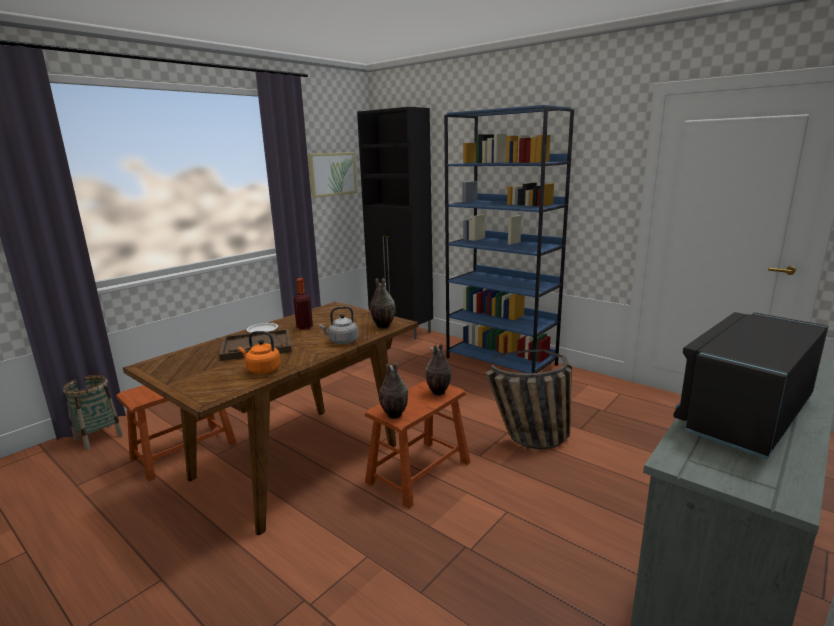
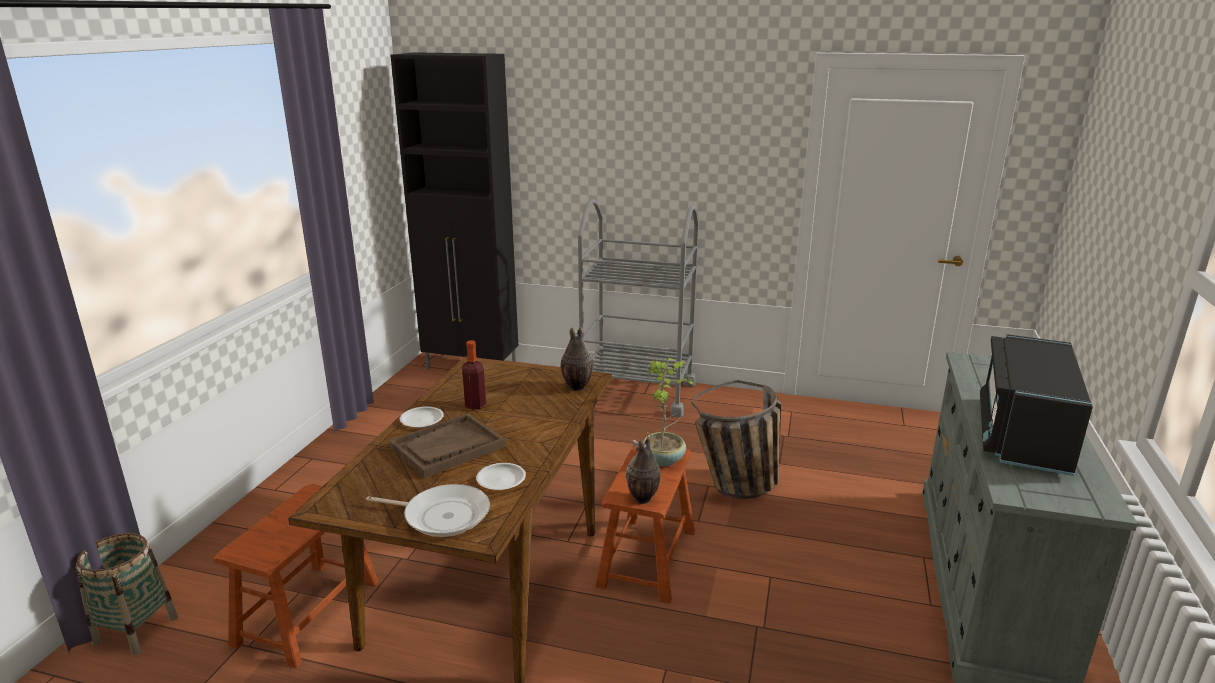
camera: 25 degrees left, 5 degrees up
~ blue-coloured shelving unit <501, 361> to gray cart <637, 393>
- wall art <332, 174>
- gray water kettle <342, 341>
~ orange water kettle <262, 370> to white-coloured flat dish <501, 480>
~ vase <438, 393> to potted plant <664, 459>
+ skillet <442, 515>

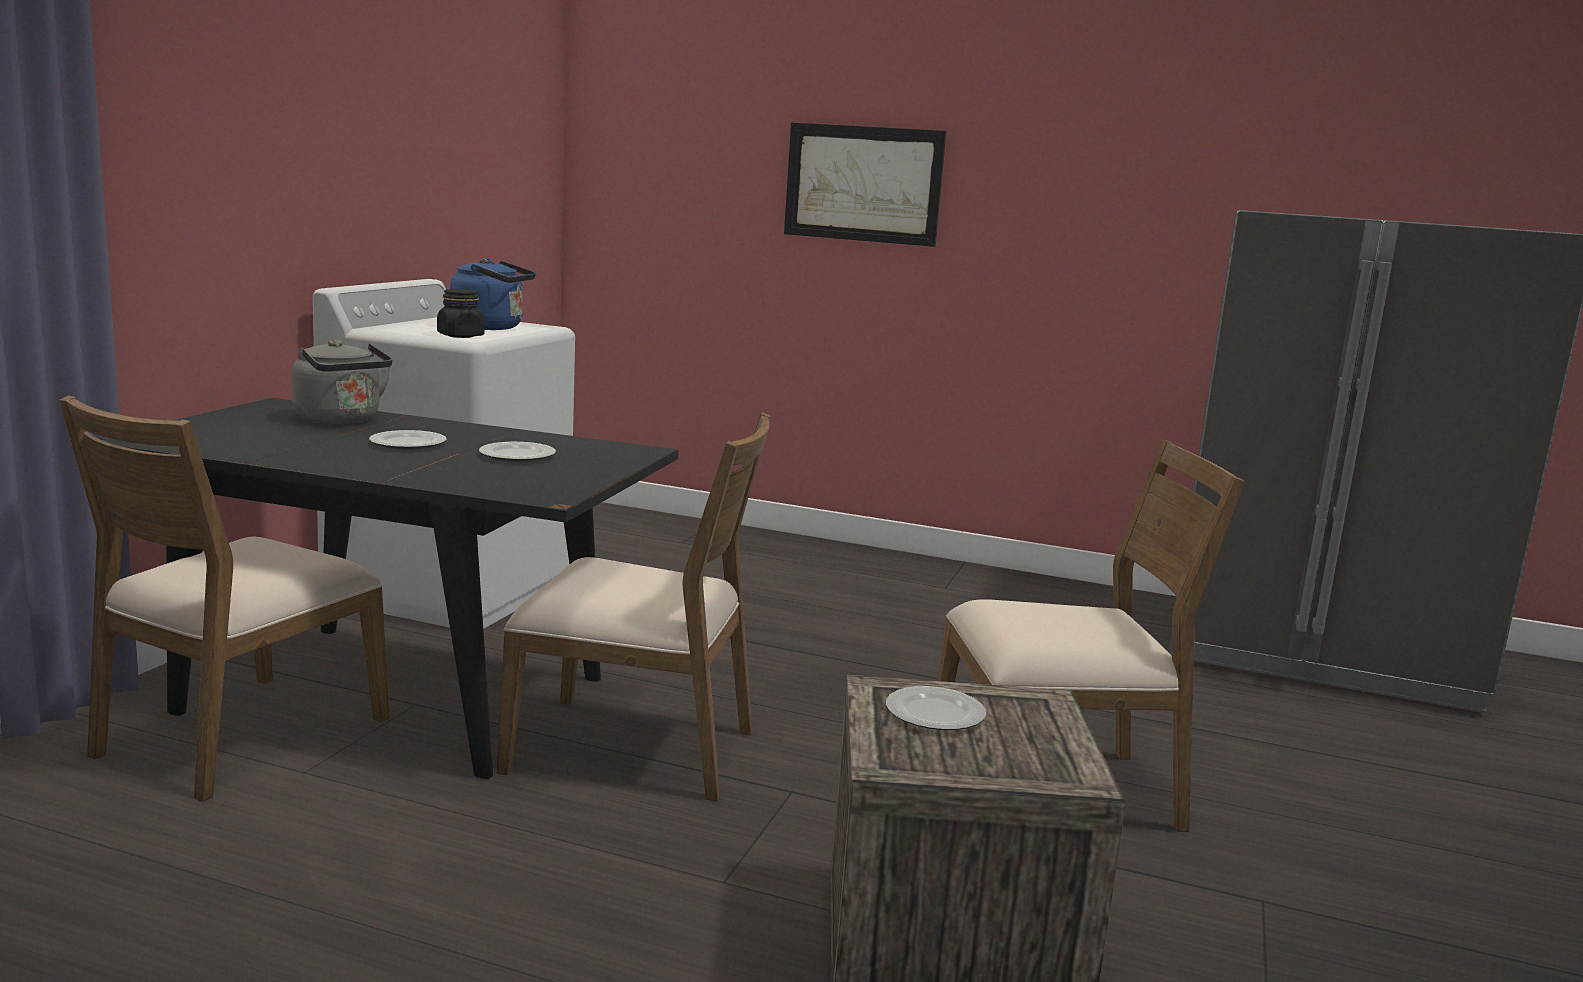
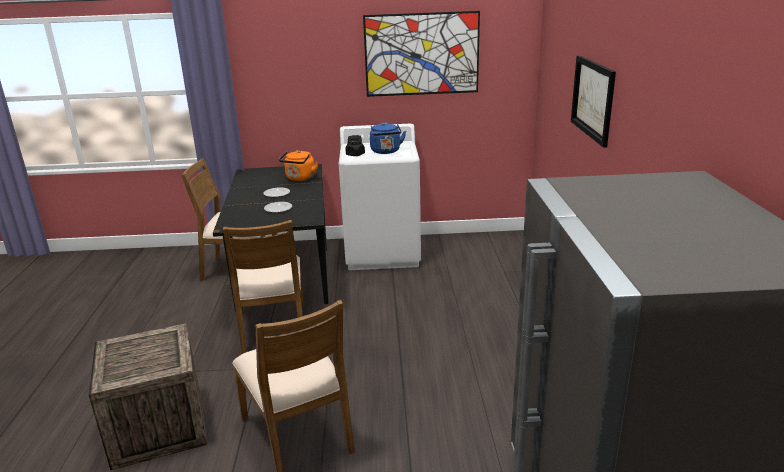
camera: 70 degrees right, 10 degrees up
~ gray water kettle <341, 420> to orange water kettle <300, 178>
- flat dish <935, 714>
+ wall art <421, 54>

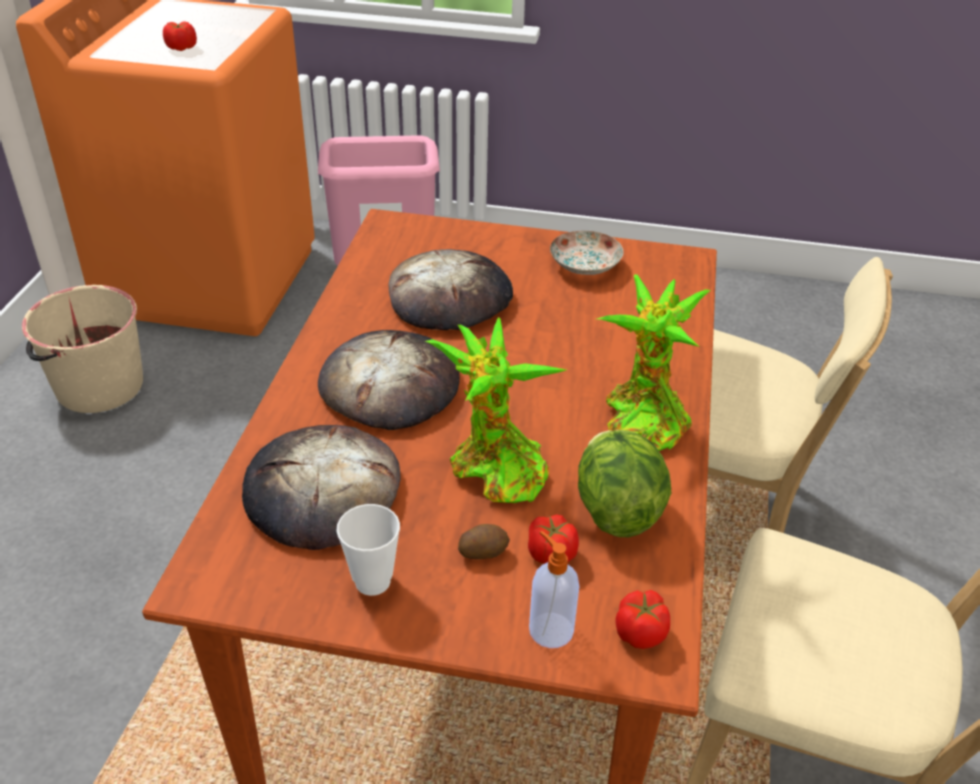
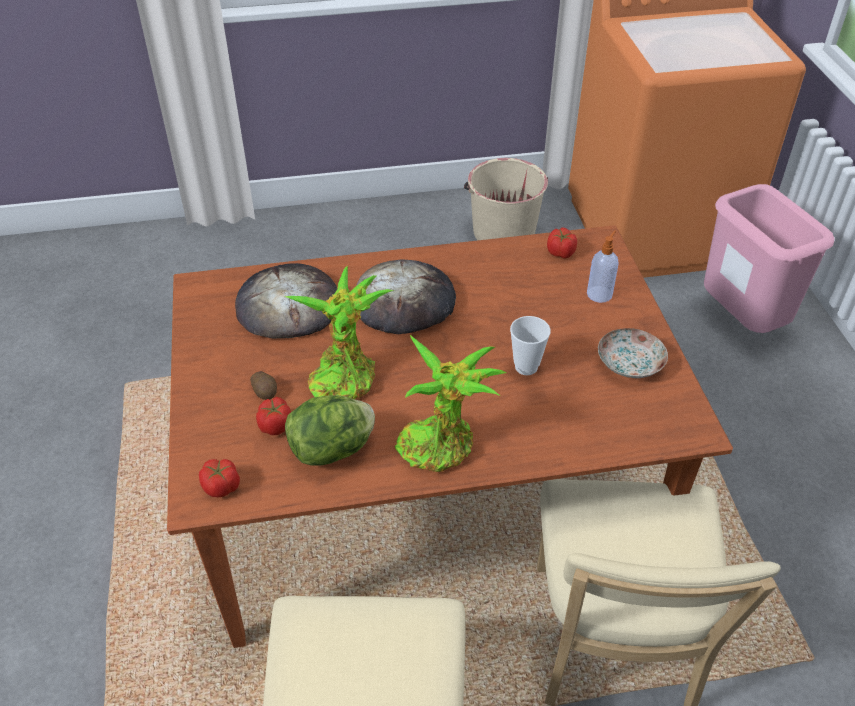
camera: 70 degrees right, 5 degrees up
~ fresh tomato <182, 48> to <561, 252>
- baked bread <450, 297>
~ drinking cup <372, 581> to <526, 367>
~ soap bottle <550, 629> to <600, 294>

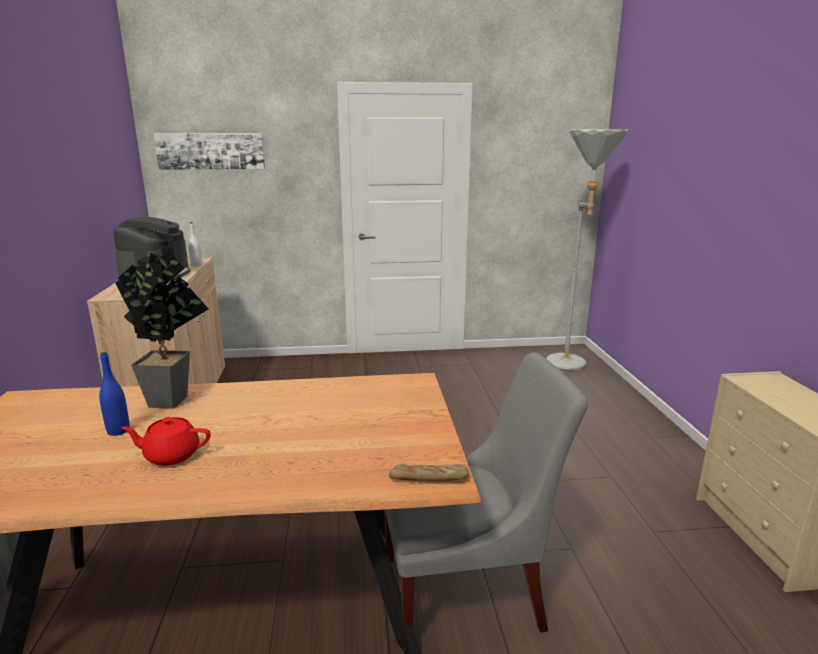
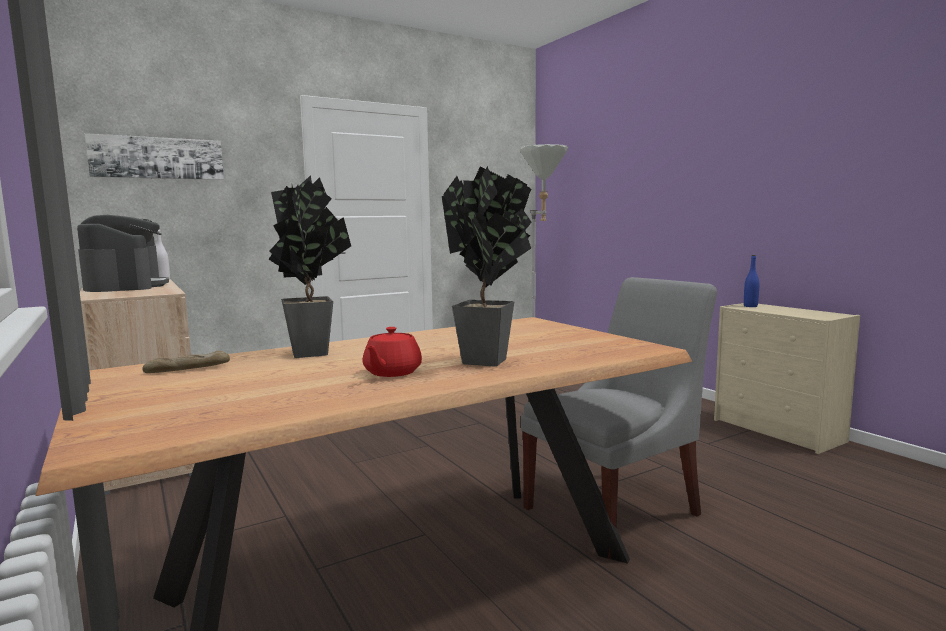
camera: 25 degrees left, 10 degrees down
~ blue-coloured bottle <118, 431> to <750, 306>
~ red-coloured pot for tea <171, 455> = <391, 372> 45 degrees counterclockwise
~ baked bread <429, 479> to <187, 369>
+ potted plant <490, 362>

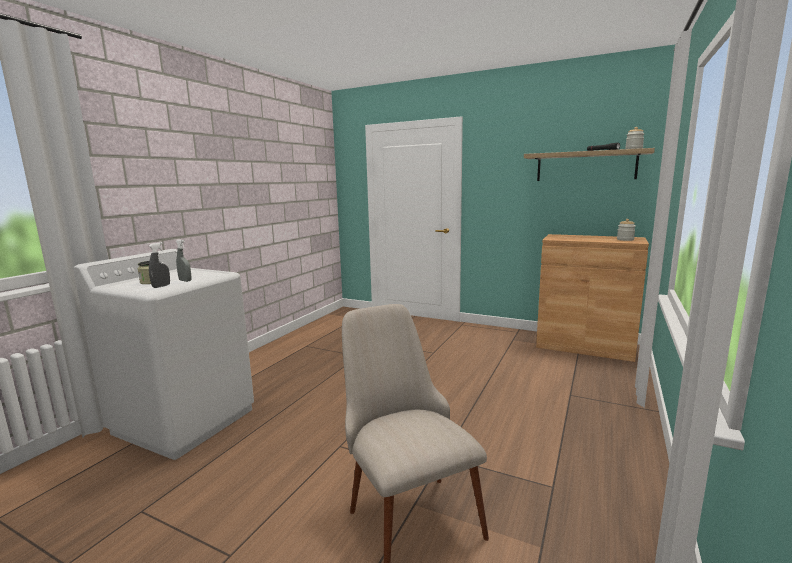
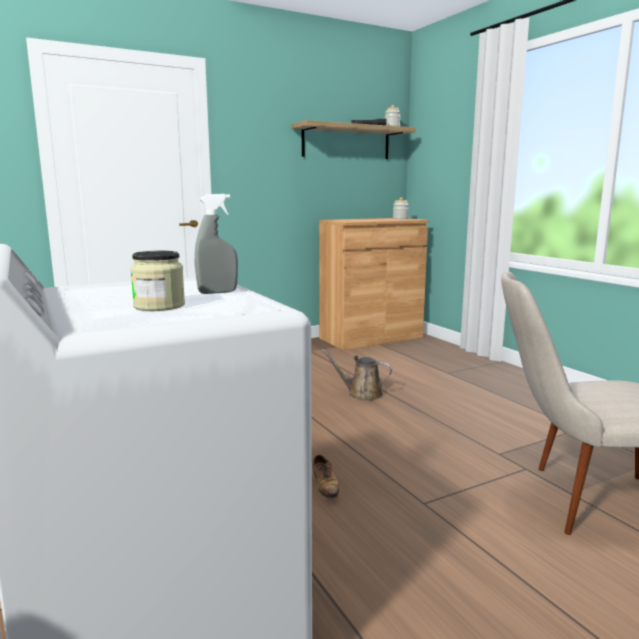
camera: 55 degrees left, 0 degrees up
- gray sprayer <161, 286>
+ brown sprinkling can <361, 394>
+ item of footwear <325, 485>

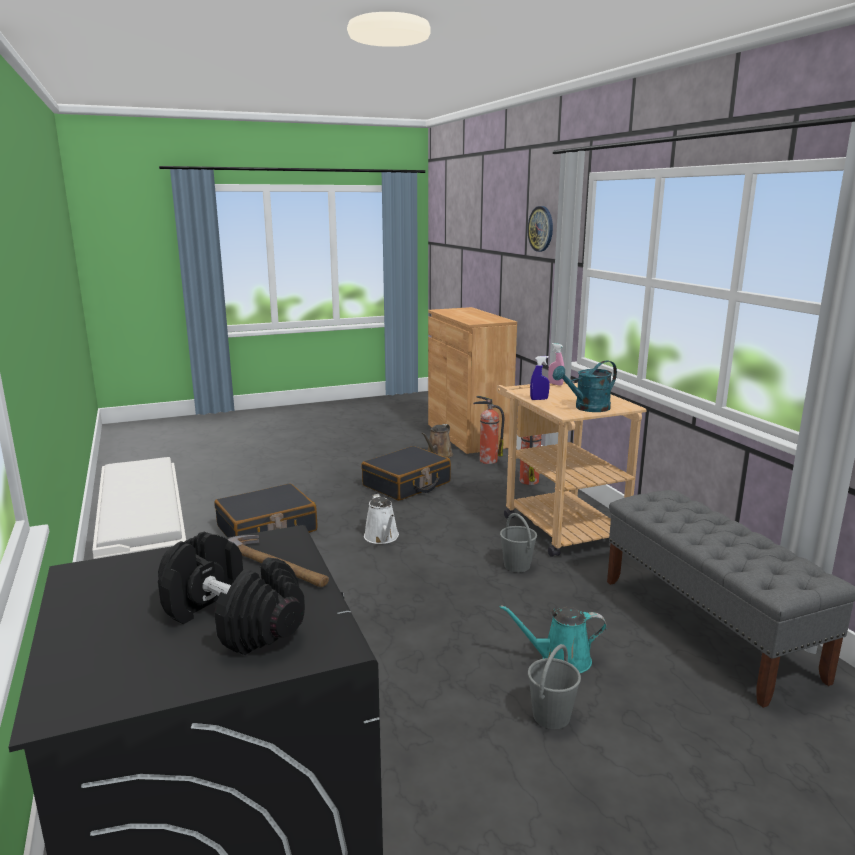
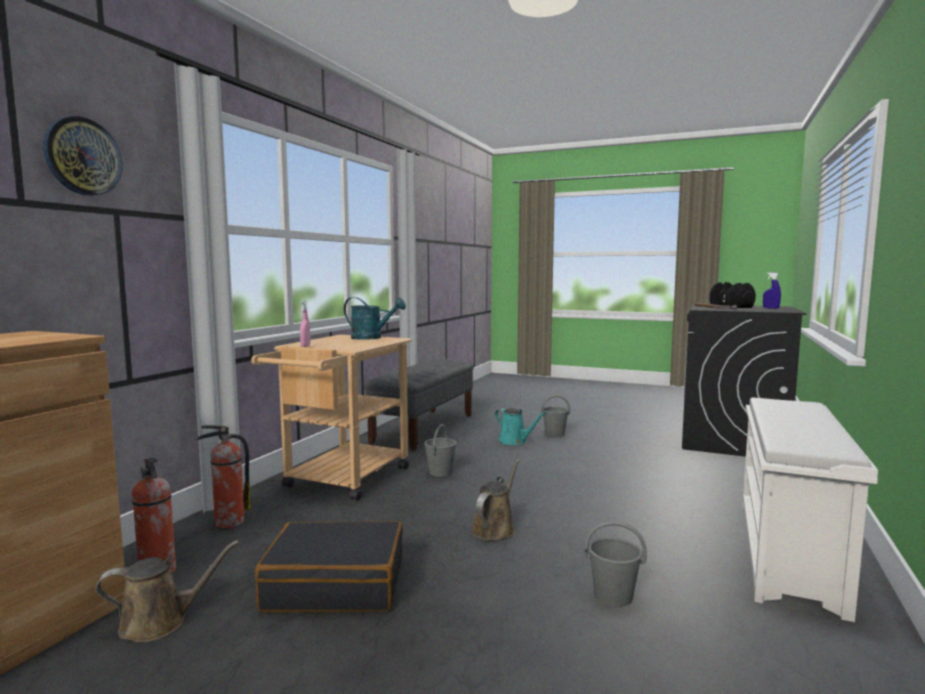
camera: 135 degrees left, 10 degrees down
~ blue-coloured sprayer <539, 399> to <770, 308>
~ blackish travel case <267, 529> to gray bucket <612, 596>
~ white-coloured sprinkling can <382, 537> to brown sprinkling can <495, 529>

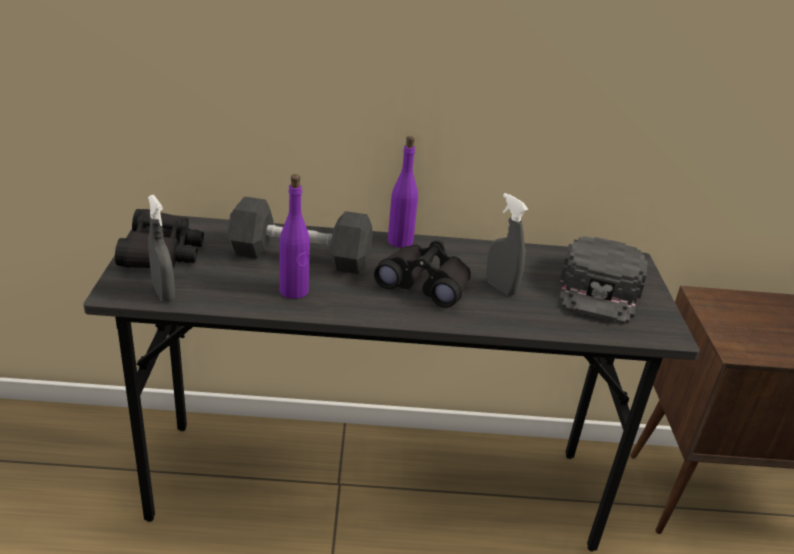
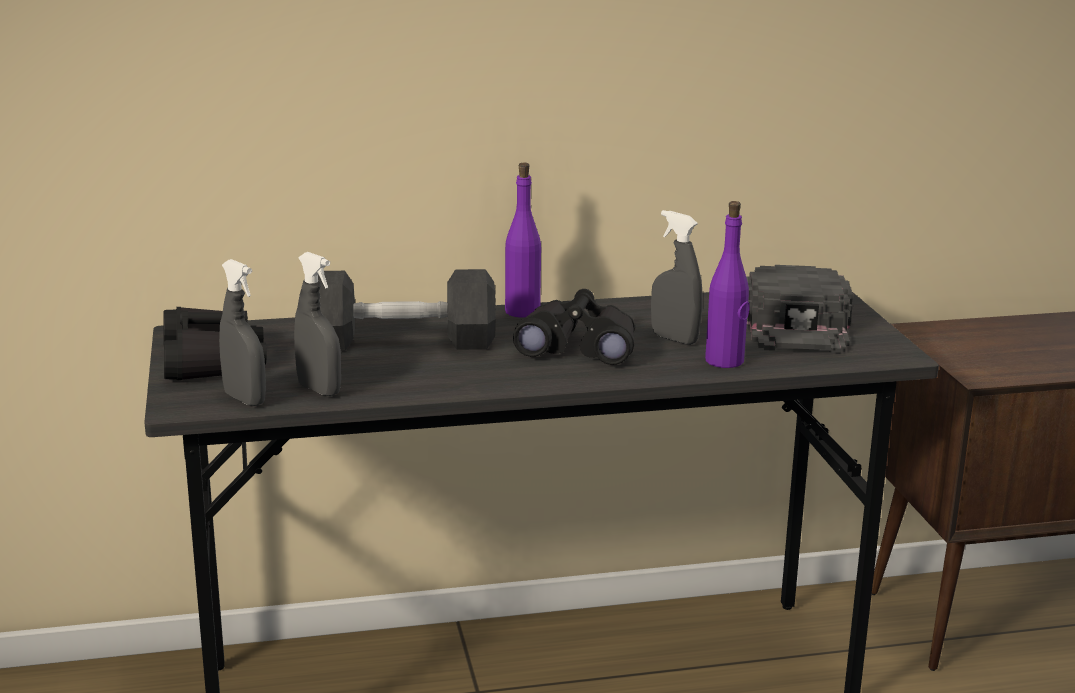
camera: 10 degrees left, 10 degrees down
~ purple bottle <294, 291> to <725, 361>
+ gray sprayer <319, 389>

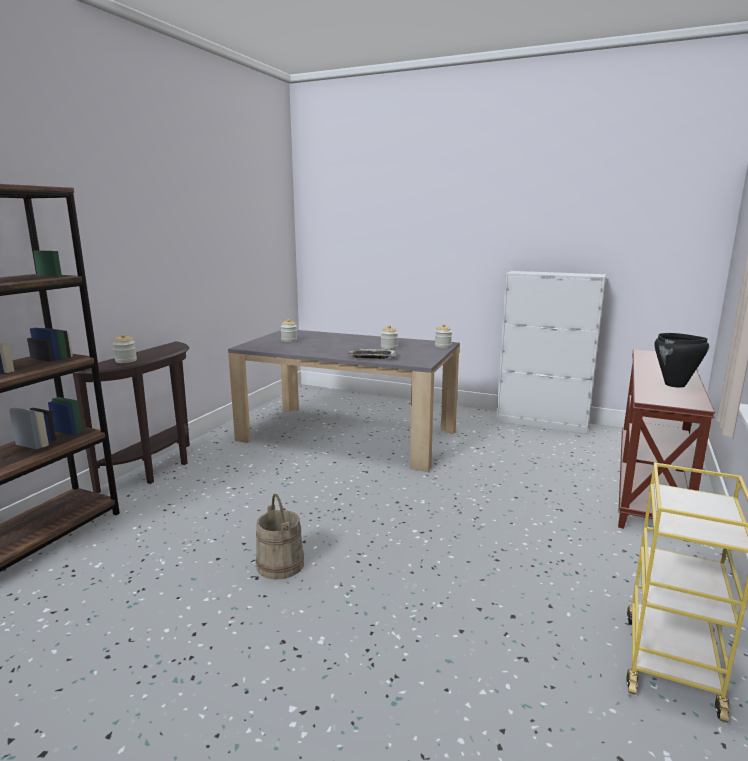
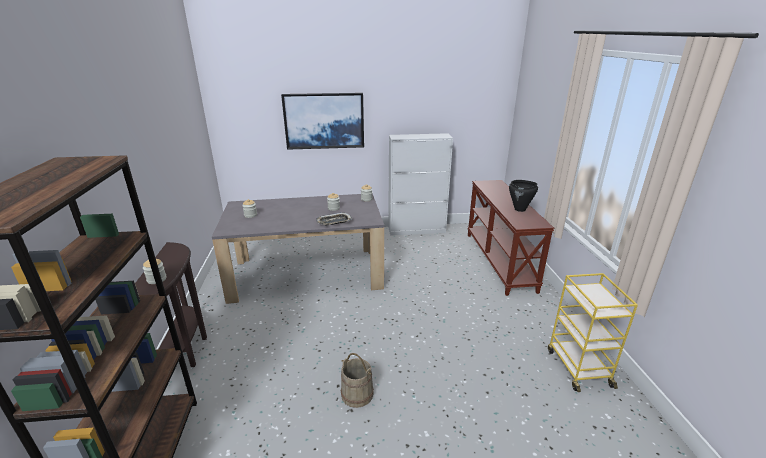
camera: 30 degrees left, 10 degrees up
+ wall art <324, 121>

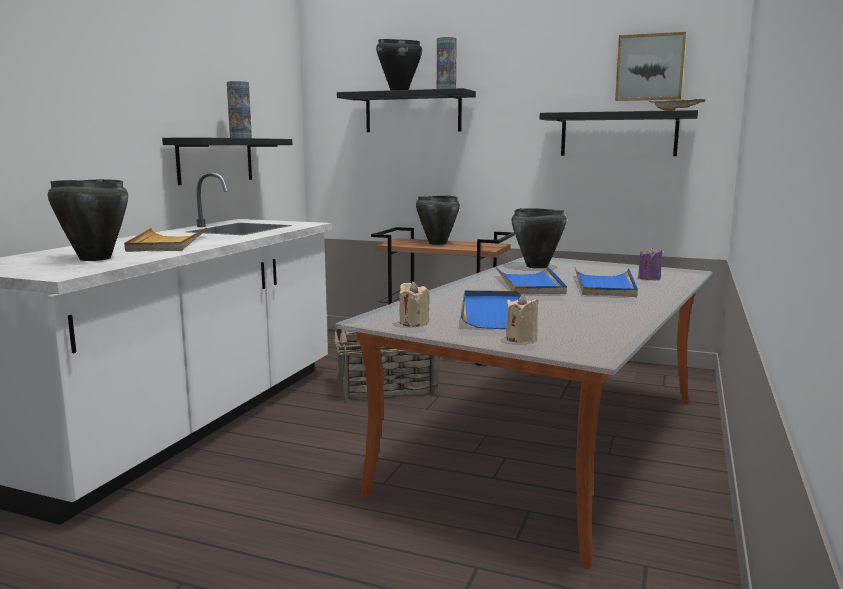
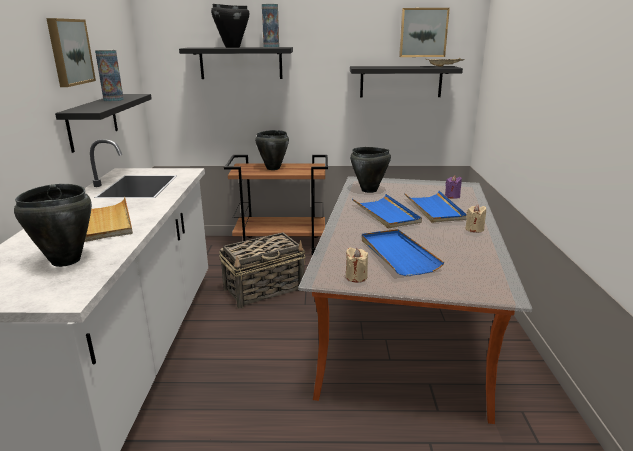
camera: 20 degrees left, 10 degrees up
~ beige-coloured wax light <521, 339> to <474, 229>
+ wall art <69, 52>

